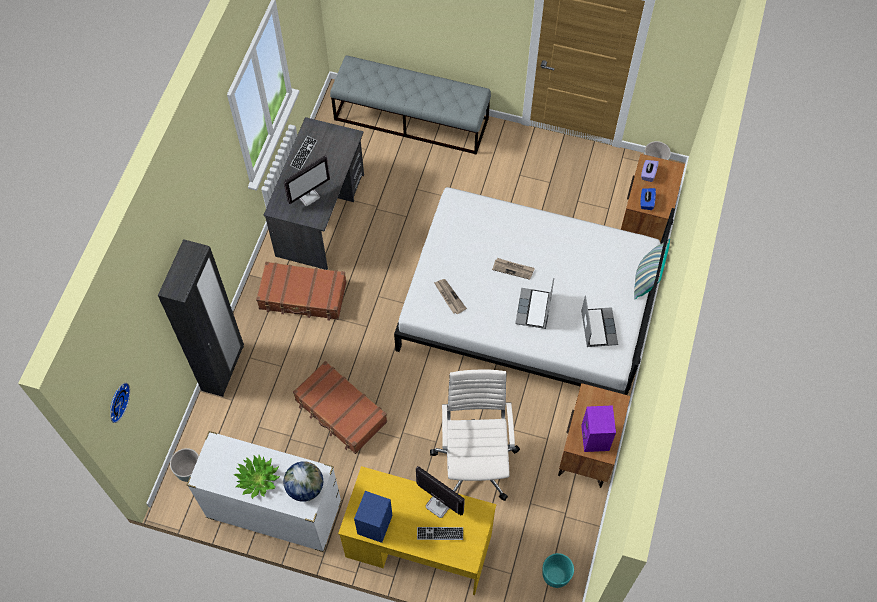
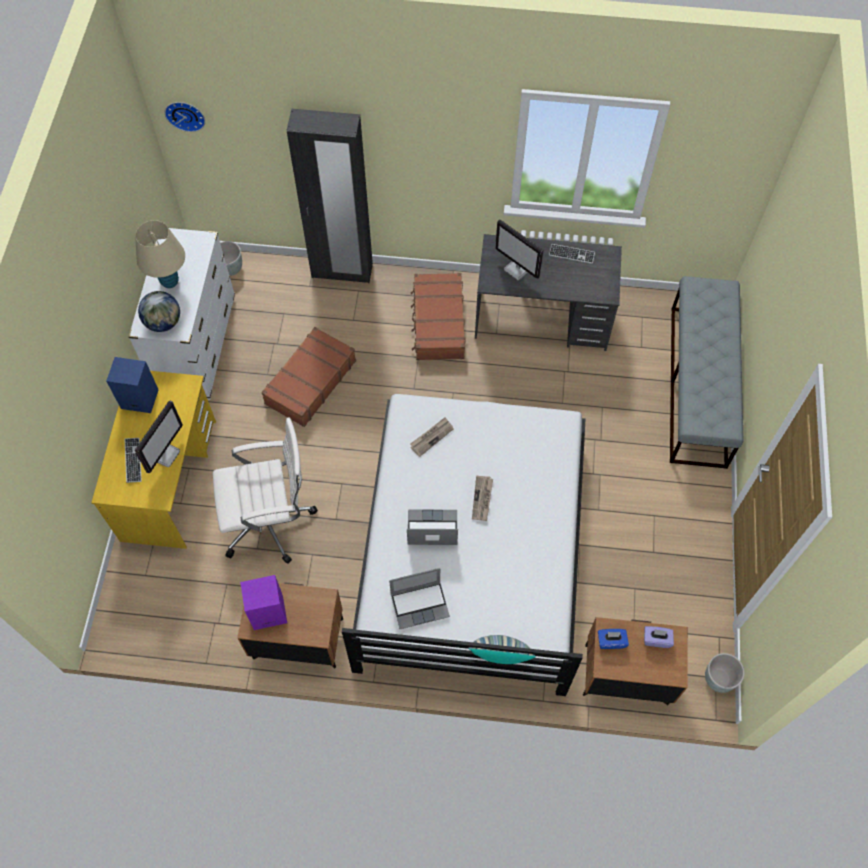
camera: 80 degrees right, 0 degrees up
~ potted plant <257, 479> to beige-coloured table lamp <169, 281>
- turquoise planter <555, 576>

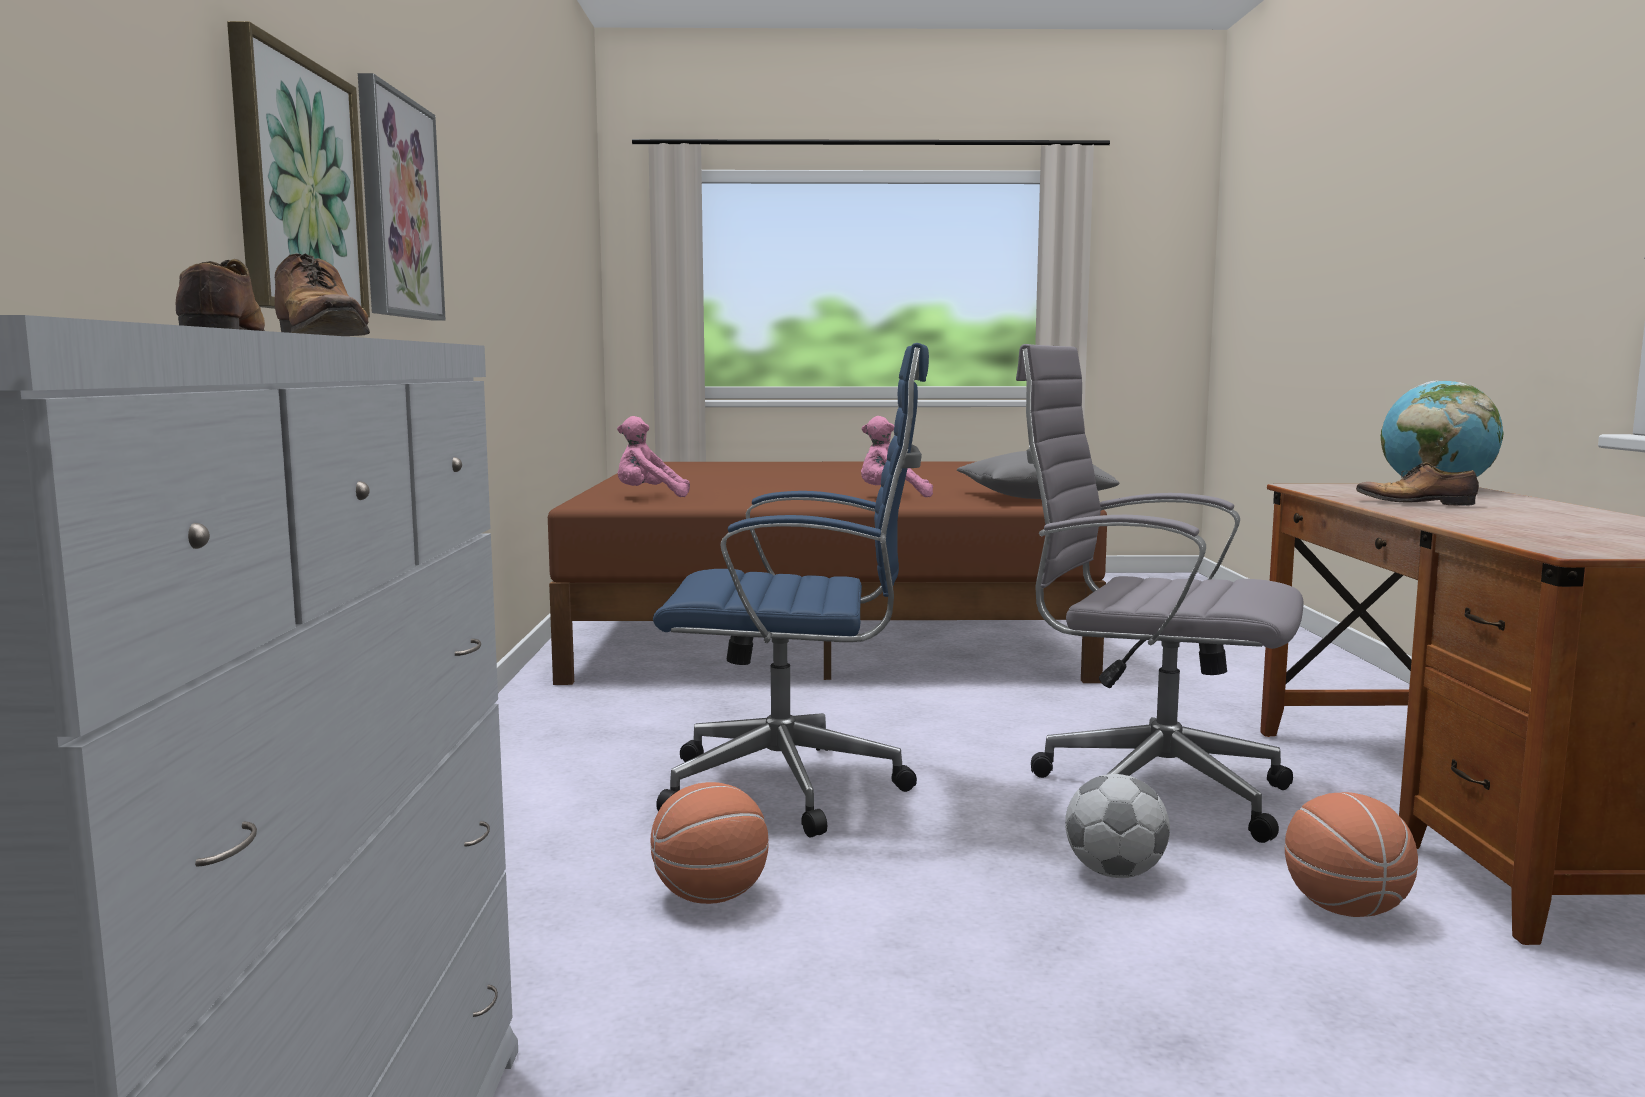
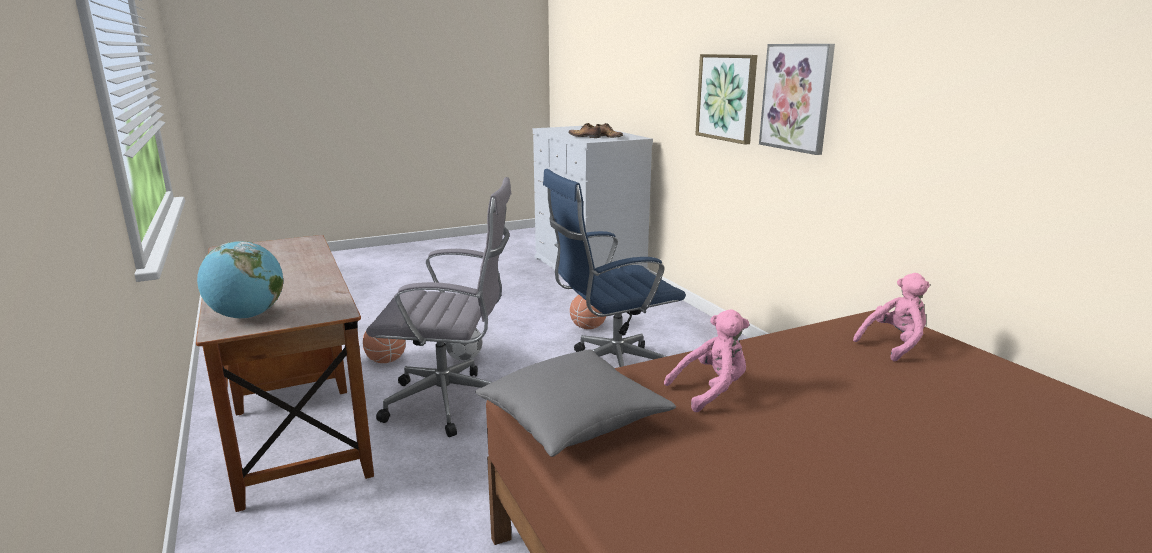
camera: 155 degrees right, 10 degrees up
- item of footwear <1417, 503>

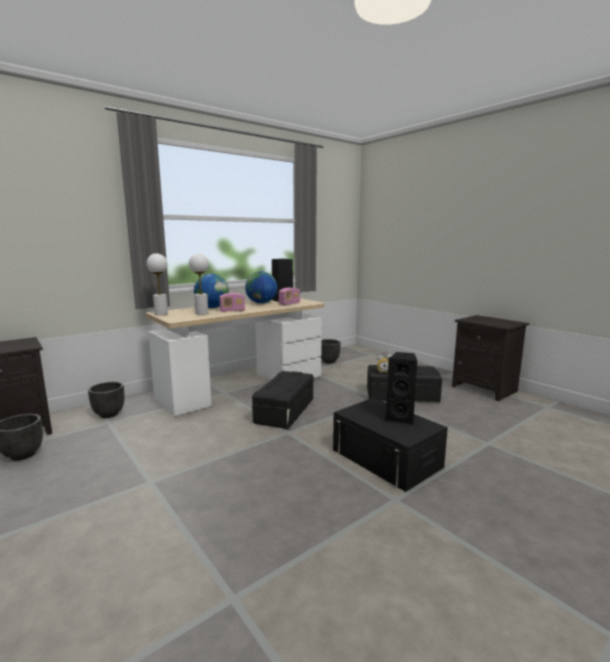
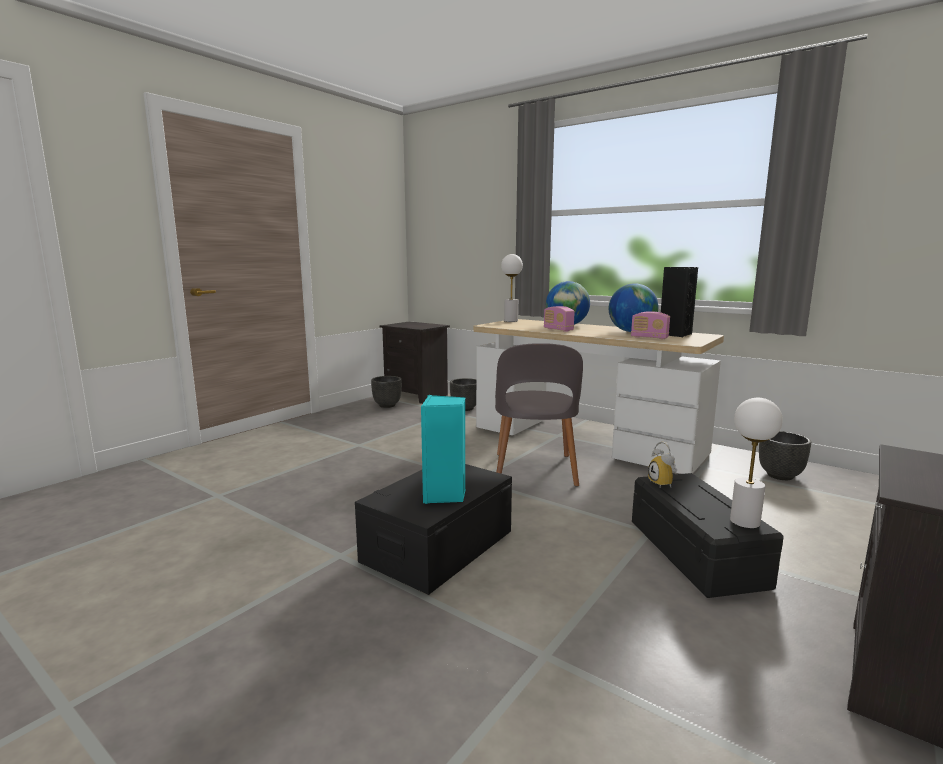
camera: 75 degrees right, 0 degrees up
~ white-coloured table lamp <202, 313> to <745, 521>
~ blackish audio speaker <400, 418> to turquoise audio speaker <444, 495>
~ blackish storage bin <285, 411> to gray chair <534, 471>

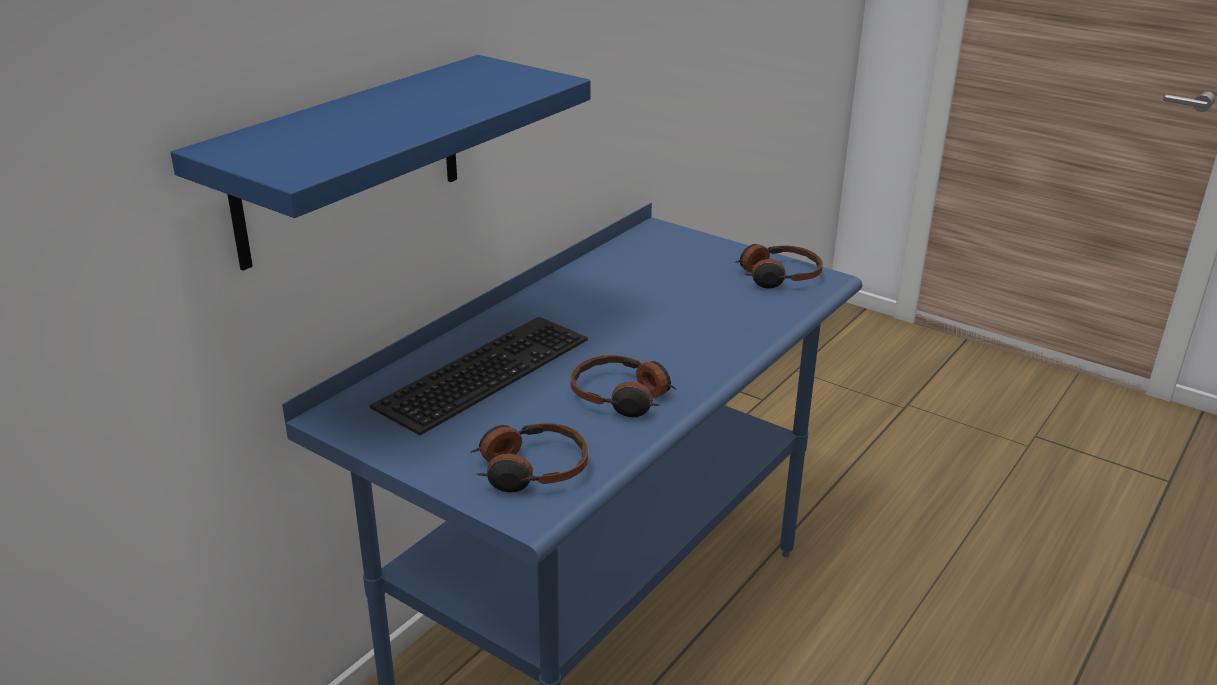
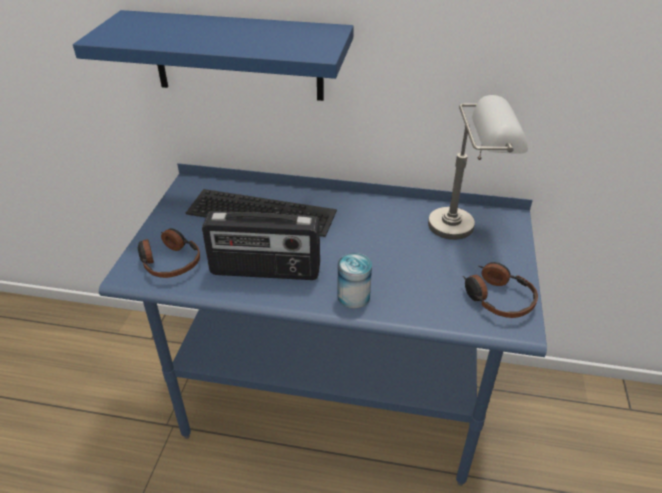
camera: 65 degrees right, 10 degrees up
~ headset <621, 397> to radio receiver <265, 271>
+ gray table lamp <466, 224>
+ can <353, 296>

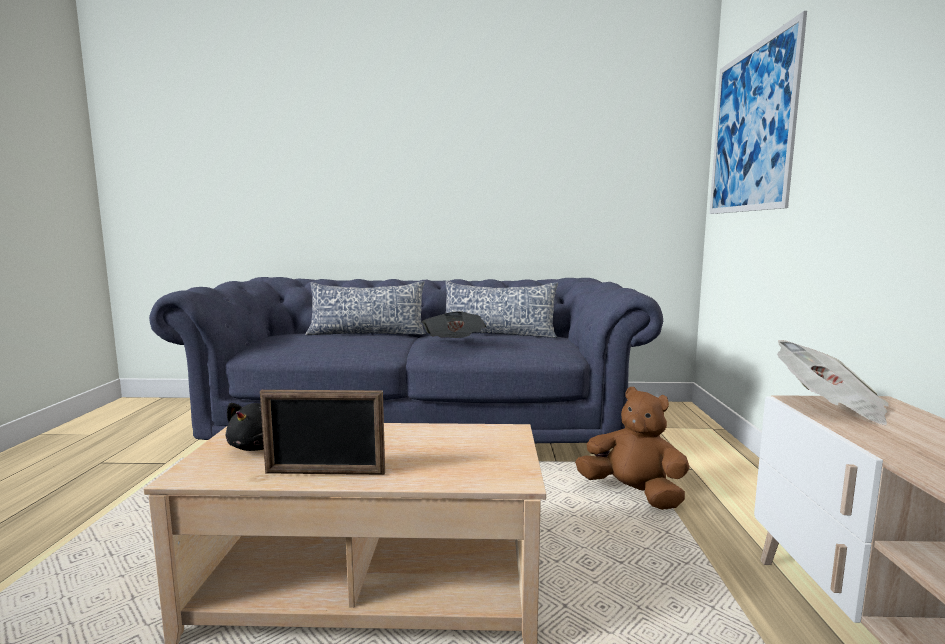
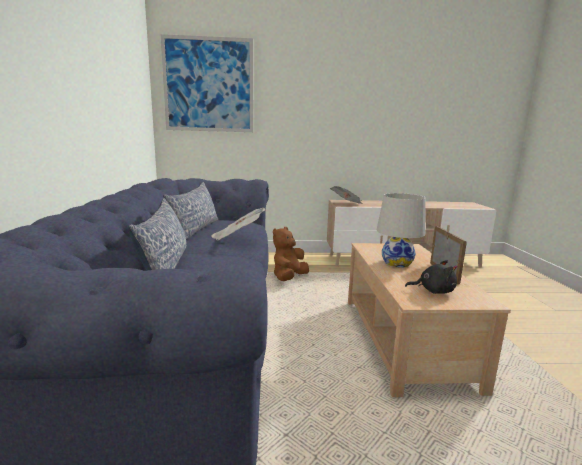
camera: 95 degrees left, 5 degrees up
+ white-coloured table lamp <397, 263>

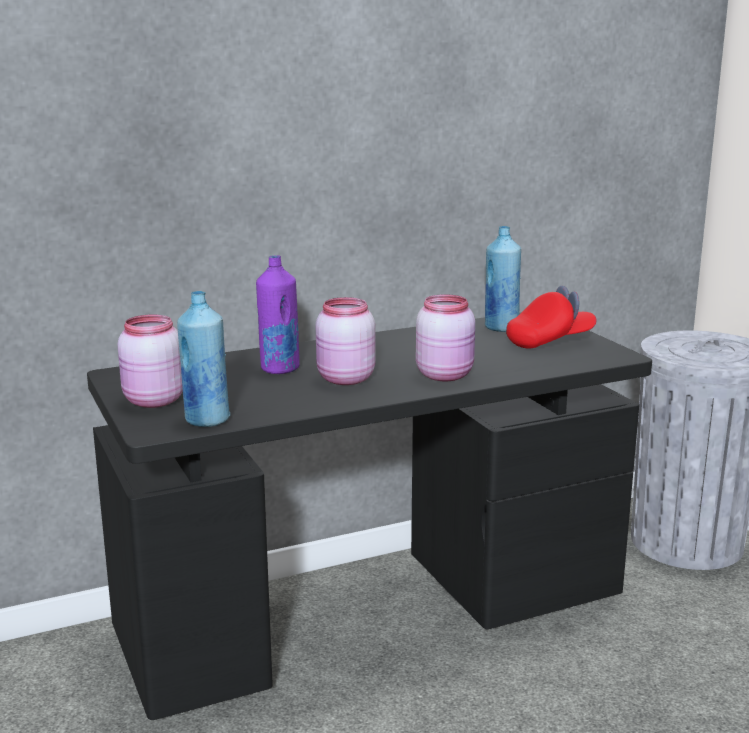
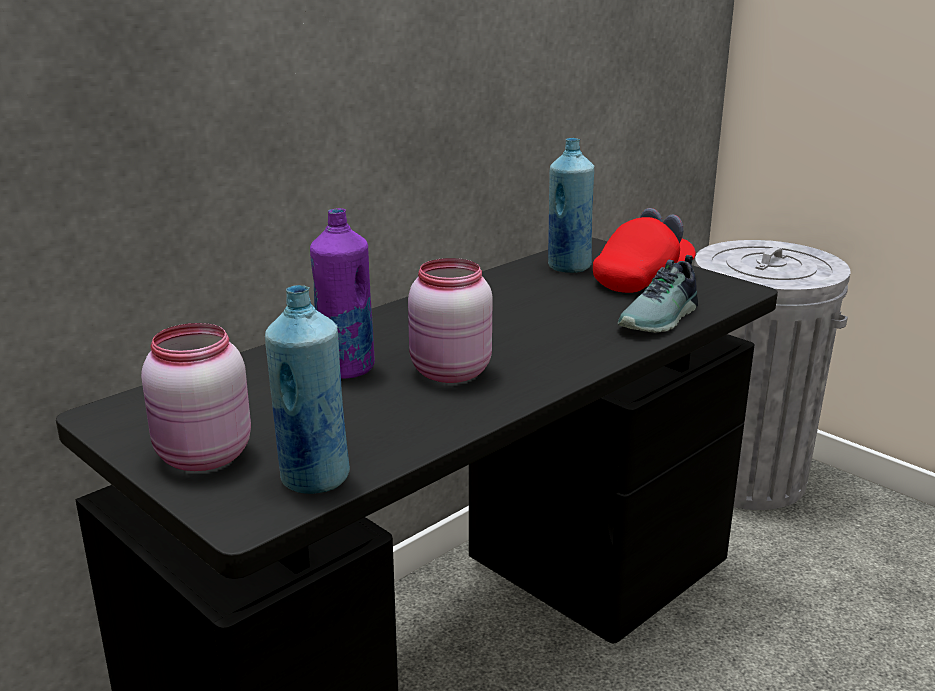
camera: 20 degrees left, 5 degrees up
- pink storage jar <445, 375>
+ item of footwear <662, 319>

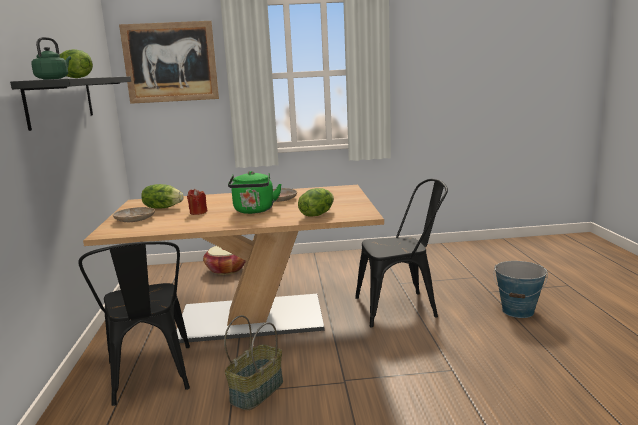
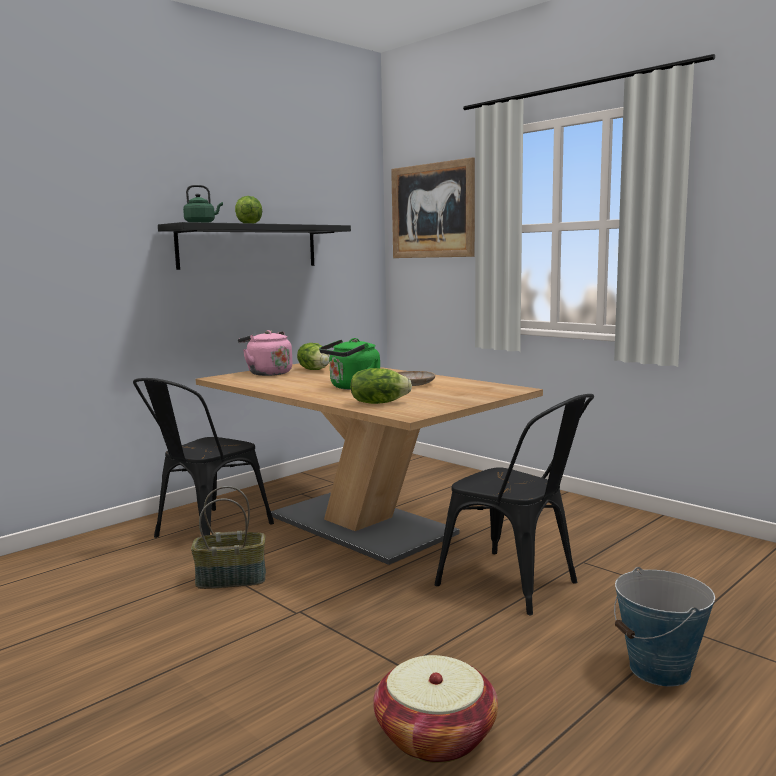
camera: 50 degrees right, 5 degrees down
- red-coloured wax light <198, 212>
~ beige-coloured flat dish <134, 219> to pink water kettle <267, 373>
~ storage basket <226, 269> to <435, 735>

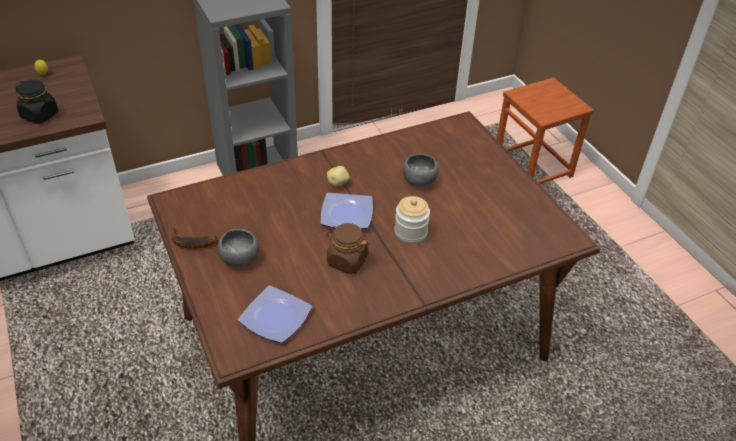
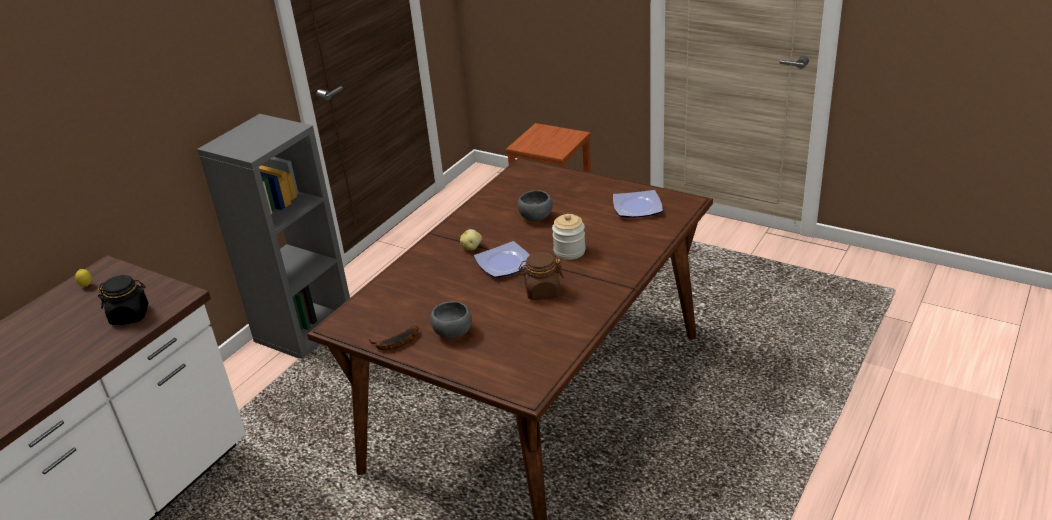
camera: 30 degrees left, 10 degrees down
~ flat dish <277, 317> to <638, 207>

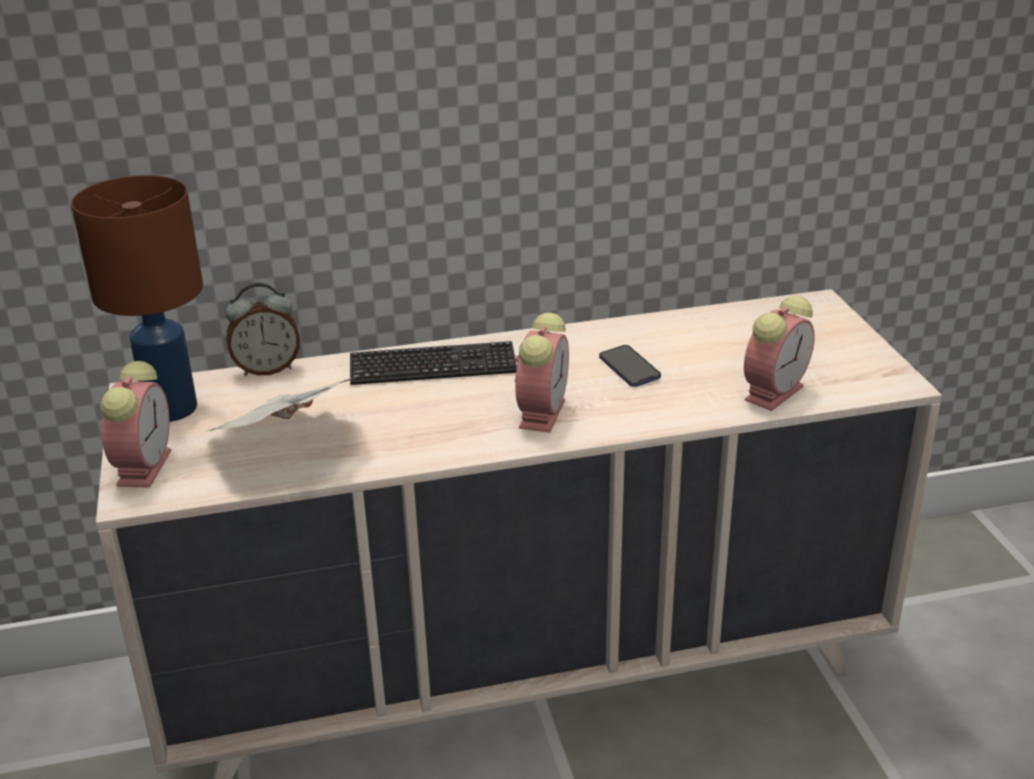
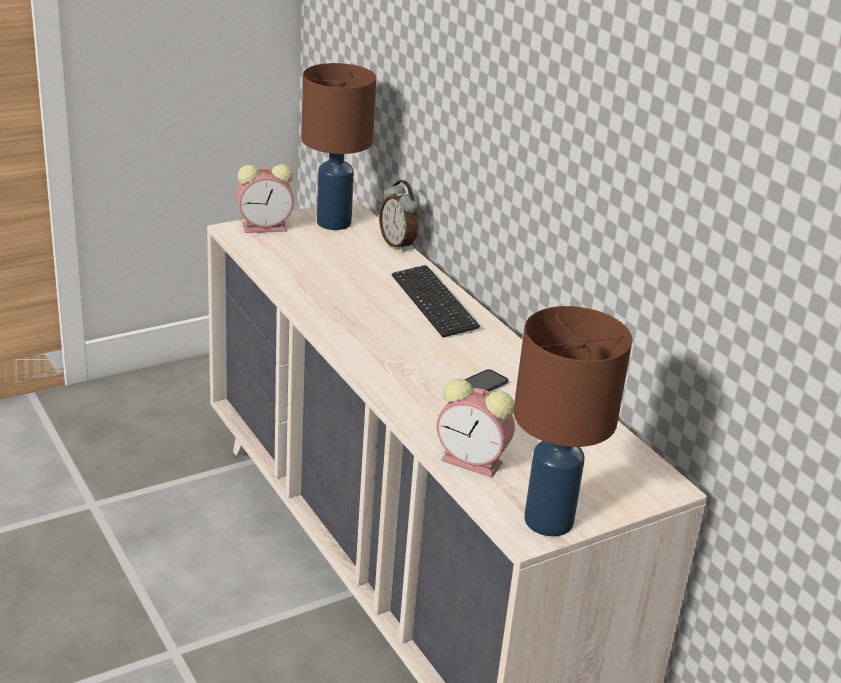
camera: 70 degrees right, 0 degrees up
- bedside clock <542, 412>
- daily paper <287, 441>
+ brown table lamp <548, 521>

